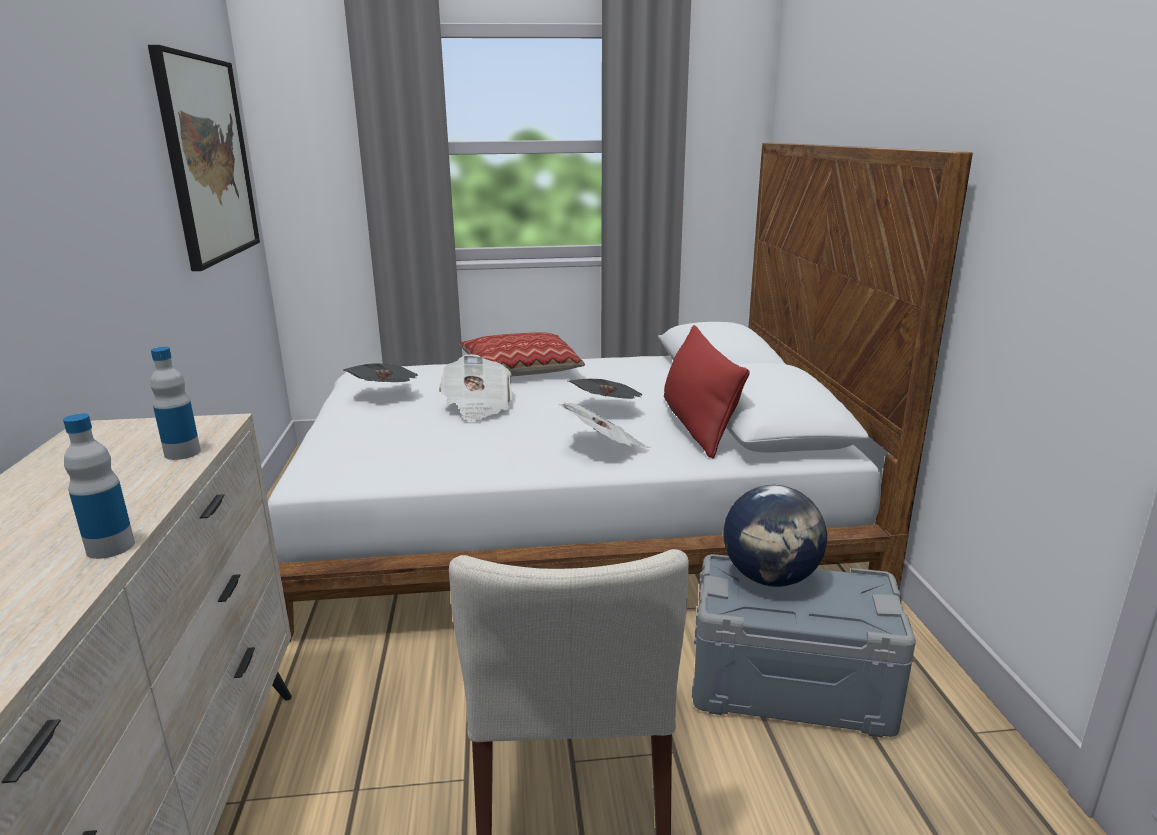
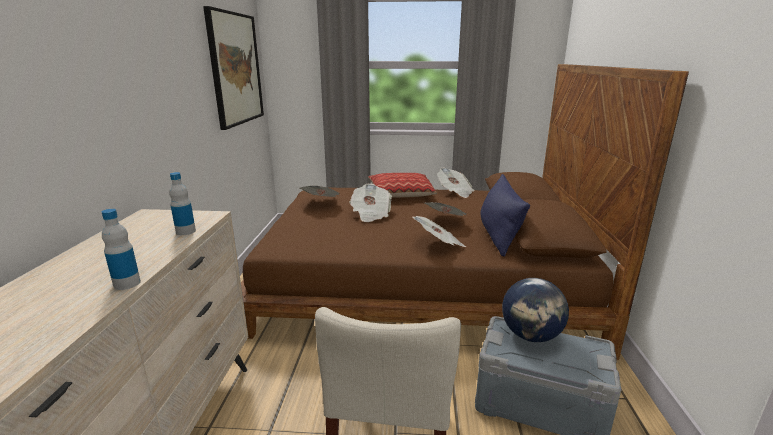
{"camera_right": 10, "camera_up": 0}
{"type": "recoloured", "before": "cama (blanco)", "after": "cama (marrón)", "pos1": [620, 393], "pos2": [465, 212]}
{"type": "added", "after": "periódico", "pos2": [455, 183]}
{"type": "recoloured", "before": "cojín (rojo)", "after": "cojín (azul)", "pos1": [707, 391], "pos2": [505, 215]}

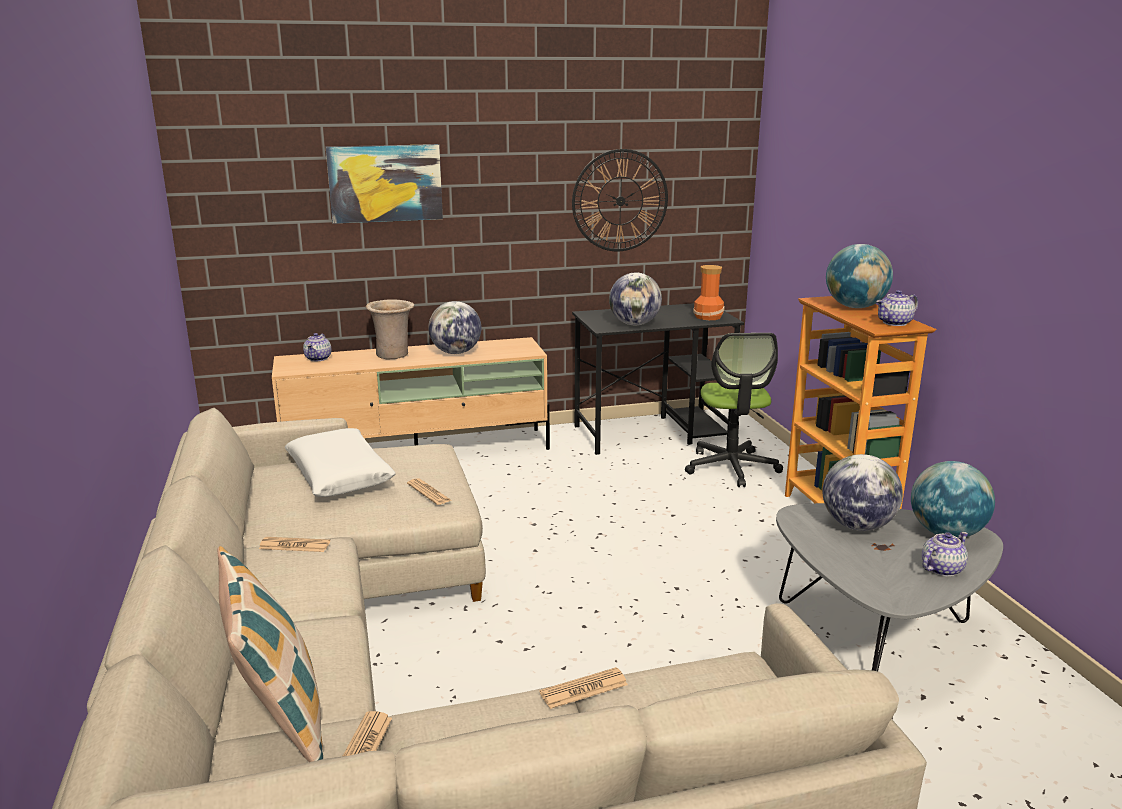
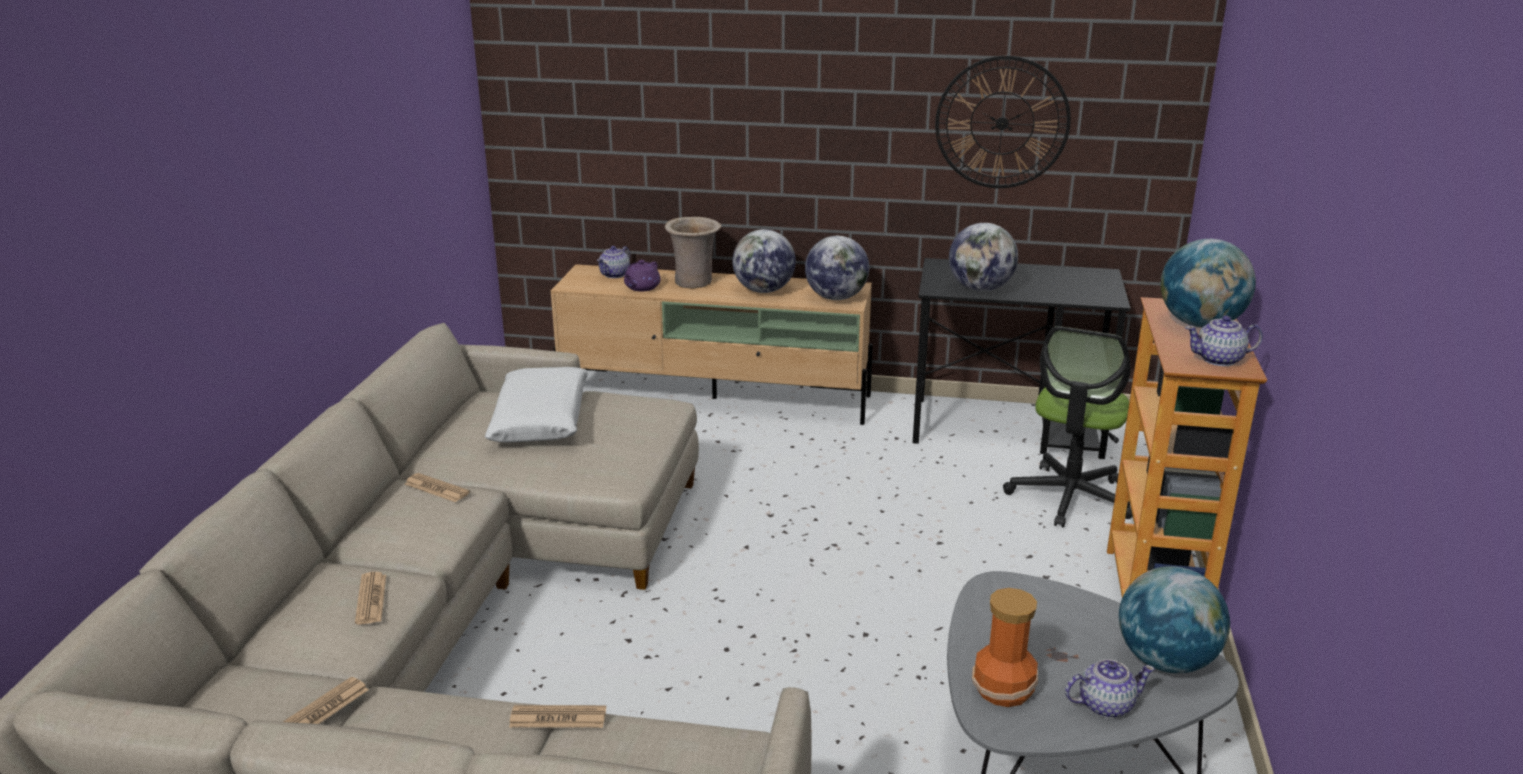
{"camera_right": 25, "camera_up": 5}
{"type": "moved", "before": "periódico", "pos1": [429, 491], "pos2": [370, 598]}
{"type": "added", "after": "tetera (morado)", "pos2": [642, 275]}
{"type": "moved", "before": "globo terráqueo", "pos1": [862, 492], "pos2": [837, 268]}
{"type": "moved", "before": "florero", "pos1": [709, 292], "pos2": [1005, 647]}
{"type": "removed", "before": "cojín", "pos1": [270, 654]}
{"type": "removed", "before": "cuadro", "pos1": [384, 184]}

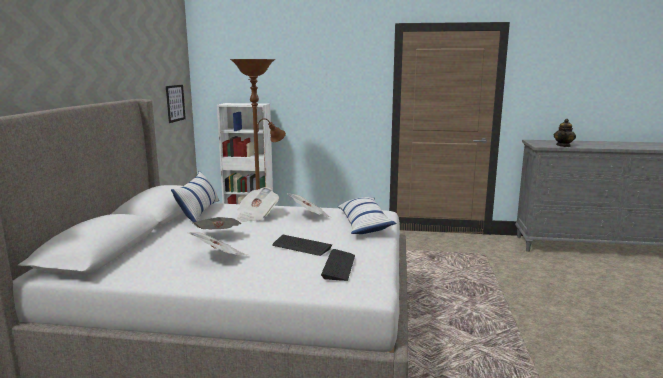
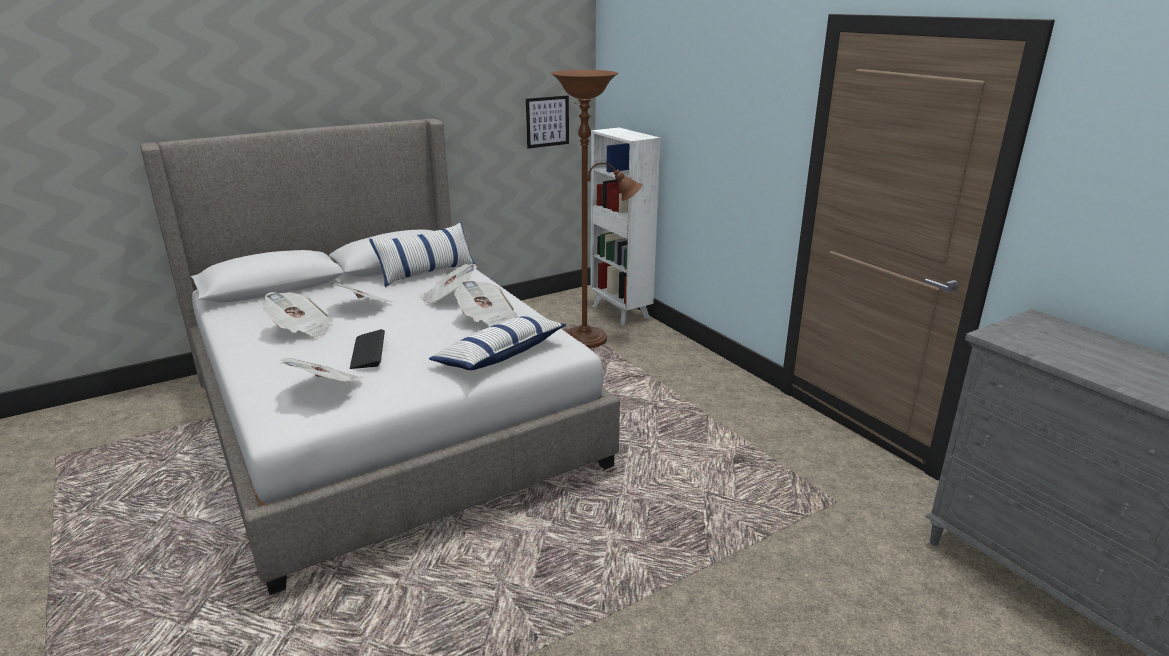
{"camera_right": 50, "camera_up": 10}
{"type": "replaced", "before": "teclado", "after": "periódico", "pos1": [338, 265], "pos2": [321, 370]}
{"type": "removed", "before": "tetera", "pos1": [564, 133]}

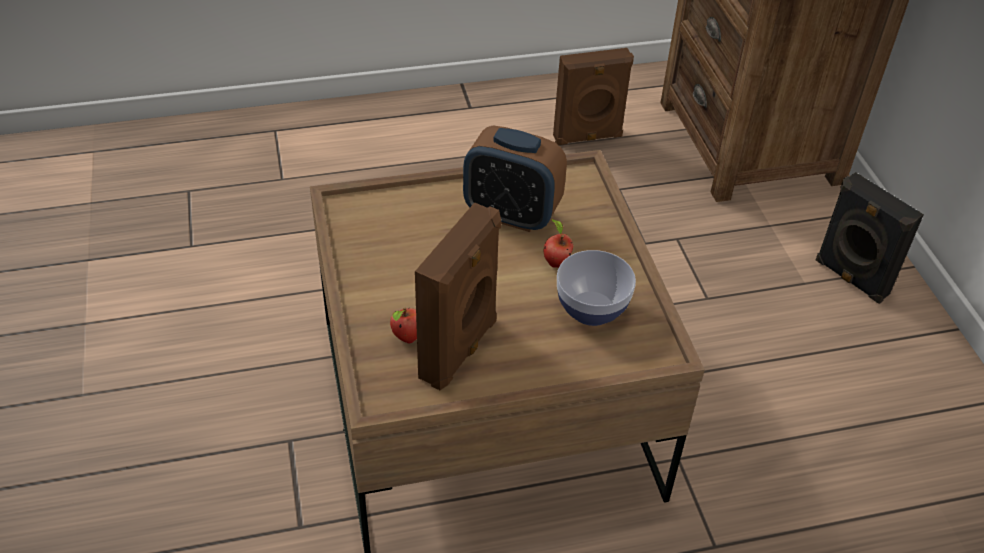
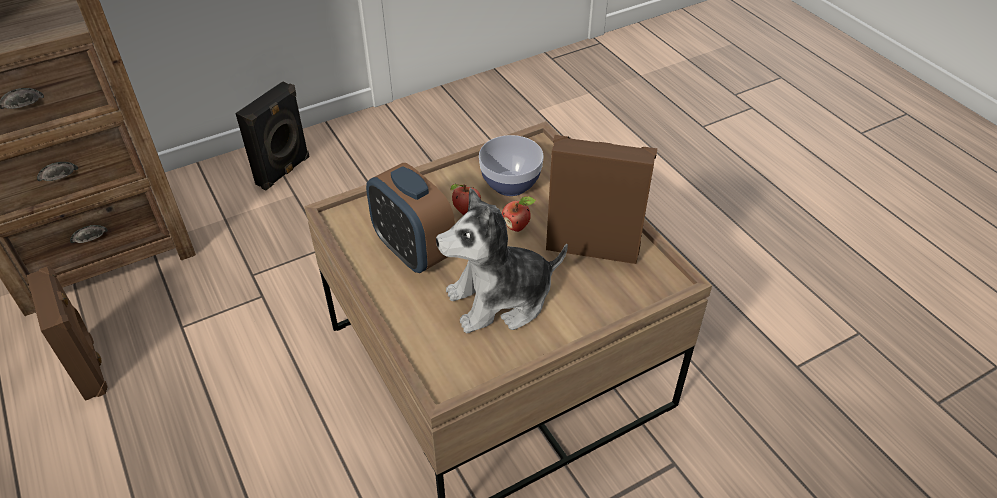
{"camera_right": -105, "camera_up": 0}
{"type": "turned", "before": "despertador", "pos1": [515, 179], "pos2": [410, 218], "turn": 135}
{"type": "added", "after": "peluche", "pos2": [502, 260]}
{"type": "moved", "before": "manzana", "pos1": [403, 326], "pos2": [519, 214]}

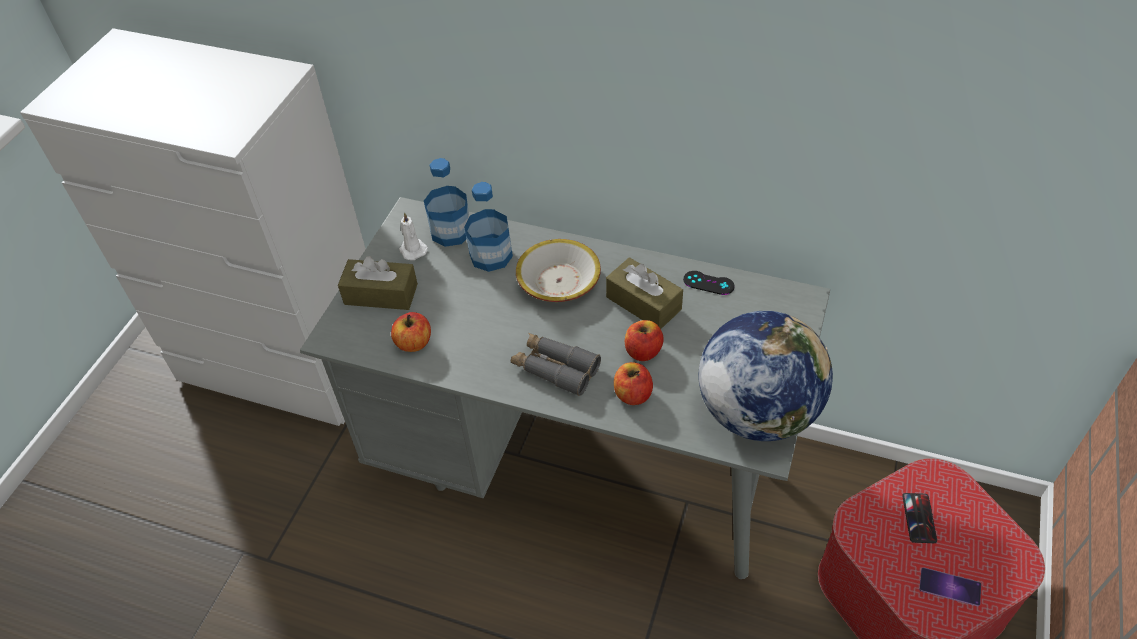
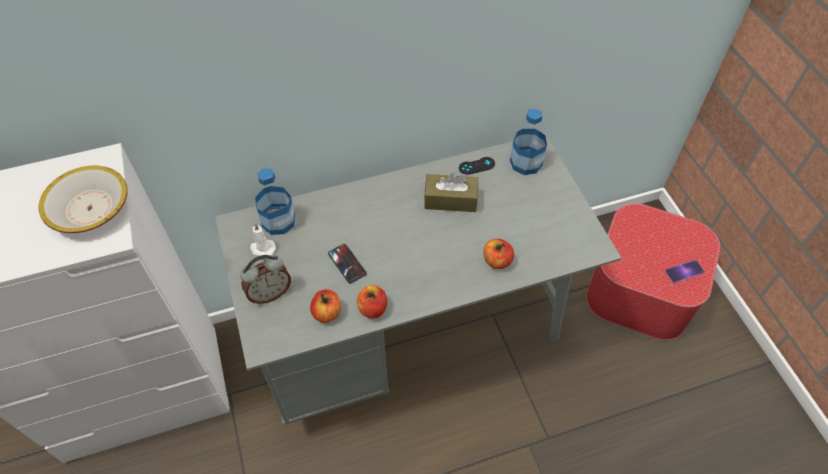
{"camera_right": -40, "camera_up": 5}
{"type": "moved", "before": "cuenco", "pos1": [558, 270], "pos2": [83, 199]}
{"type": "replaced", "before": "caja de pañuelos (marrón)", "after": "despertador", "pos1": [378, 283], "pos2": [265, 279]}
{"type": "moved", "before": "móvil", "pos1": [919, 518], "pos2": [347, 264]}
{"type": "moved", "before": "manzana", "pos1": [644, 340], "pos2": [372, 301]}
{"type": "moved", "before": "botella", "pos1": [488, 227], "pos2": [528, 142]}
{"type": "removed", "before": "prismáticos (gris)", "pos1": [556, 364]}
{"type": "removed", "before": "globo terráqueo", "pos1": [765, 376]}

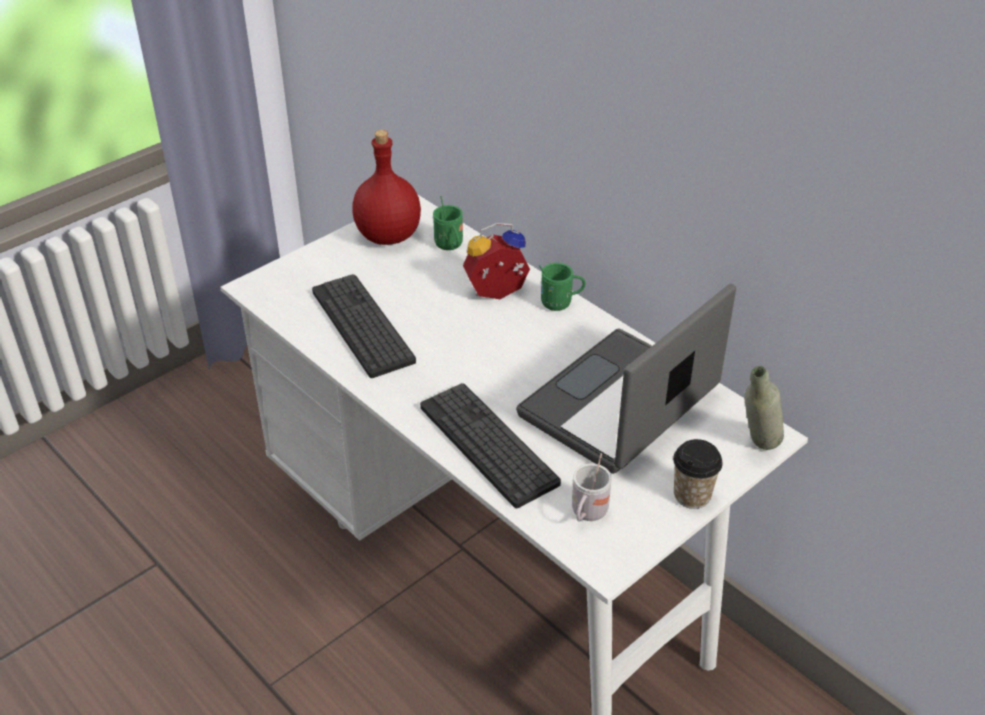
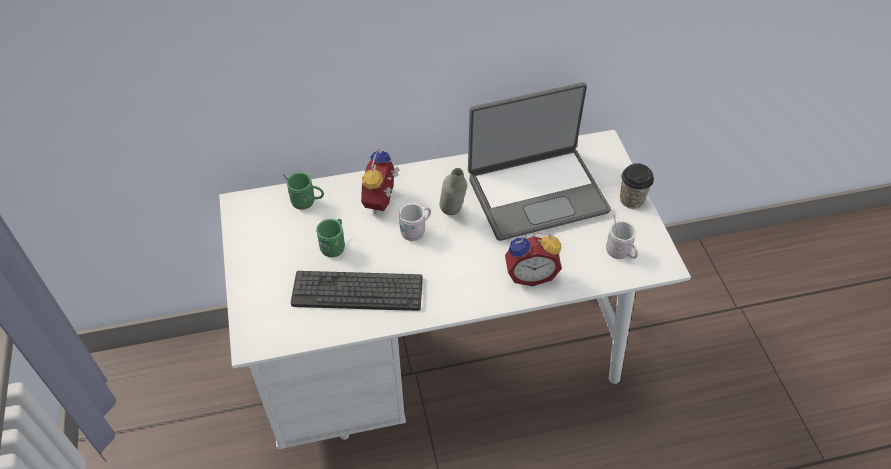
{"camera_right": -60, "camera_up": 10}
{"type": "moved", "before": "taza grande (verde)", "pos1": [562, 287], "pos2": [330, 238]}
{"type": "added", "after": "taza grande (blanco)", "pos2": [415, 222]}
{"type": "moved", "before": "botella (gris)", "pos1": [764, 408], "pos2": [453, 191]}
{"type": "turned", "before": "portátil", "pos1": [626, 379], "pos2": [539, 161], "turn": -90}
{"type": "replaced", "before": "teclado", "after": "despertador", "pos1": [490, 445], "pos2": [533, 259]}
{"type": "removed", "before": "botella (rojo)", "pos1": [386, 187]}

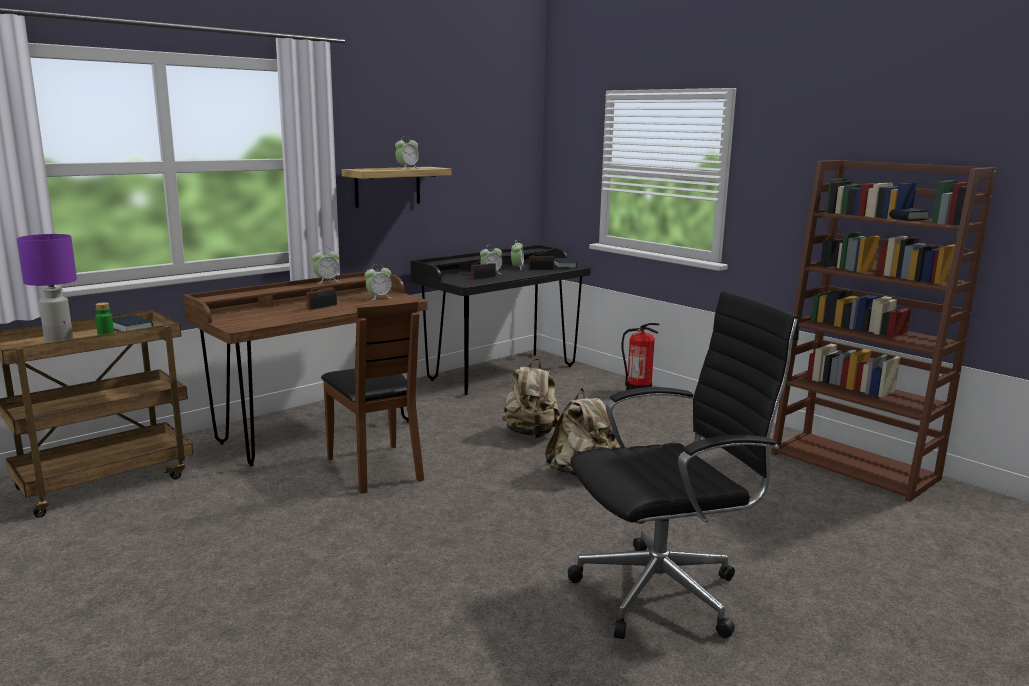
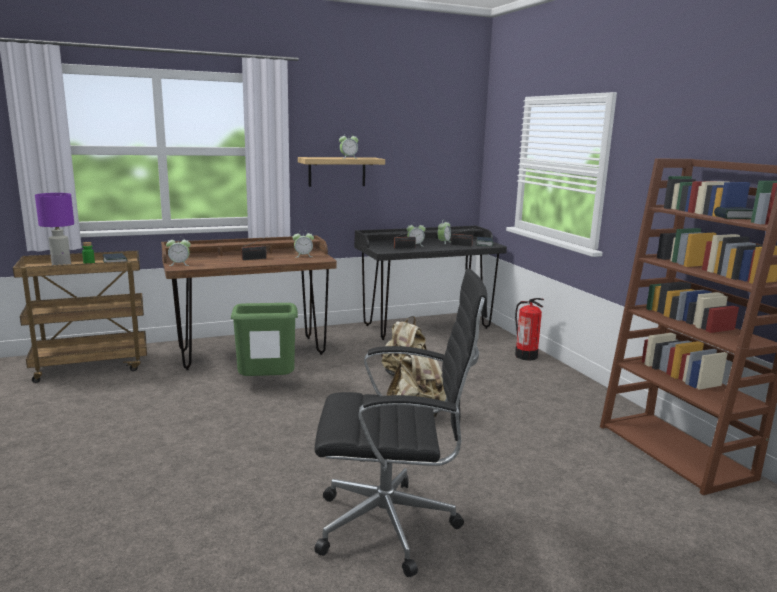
{"camera_right": 20, "camera_up": 0}
{"type": "moved", "before": "despertador", "pos1": [326, 265], "pos2": [178, 252]}
{"type": "replaced", "before": "silla (marrón)", "after": "papelera (verde)", "pos1": [372, 397], "pos2": [264, 339]}

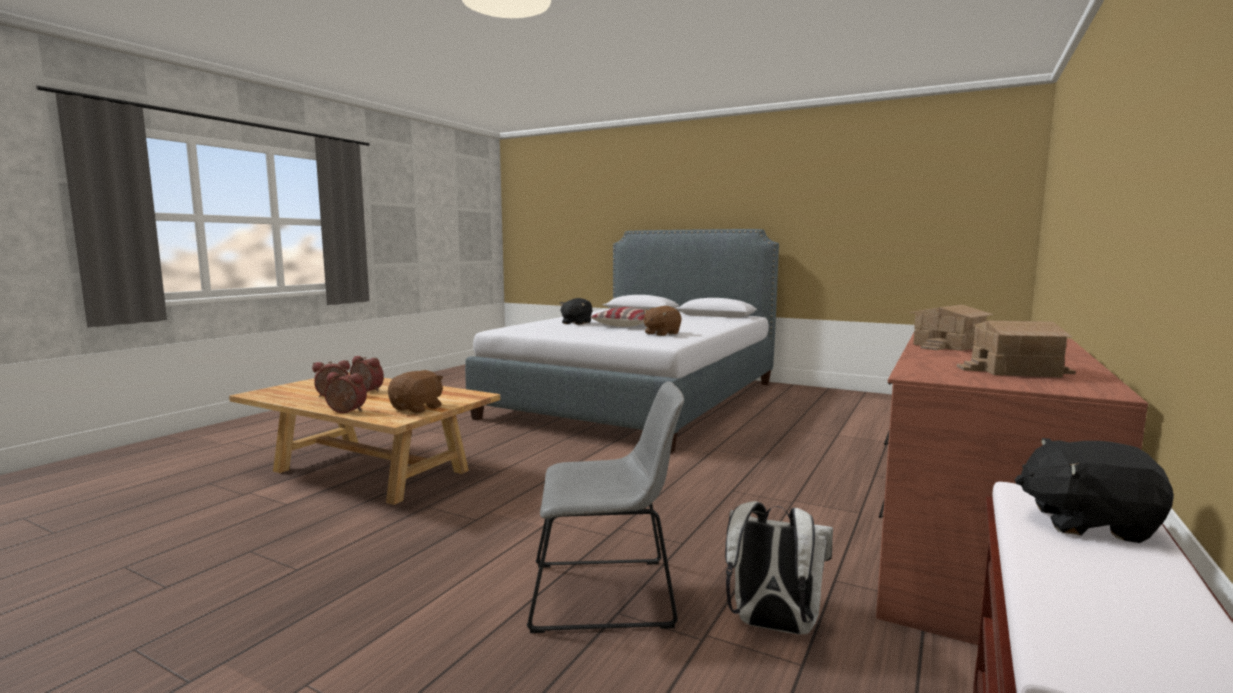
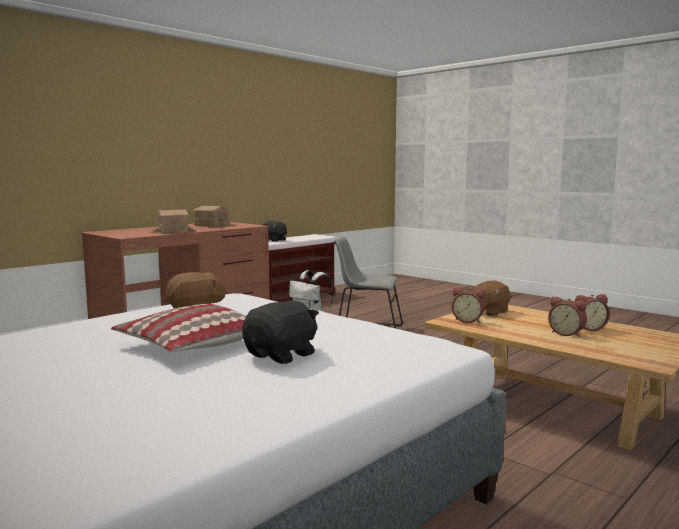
{"camera_right": -165, "camera_up": 0}
{"type": "moved", "before": "despertador", "pos1": [346, 392], "pos2": [468, 305]}

